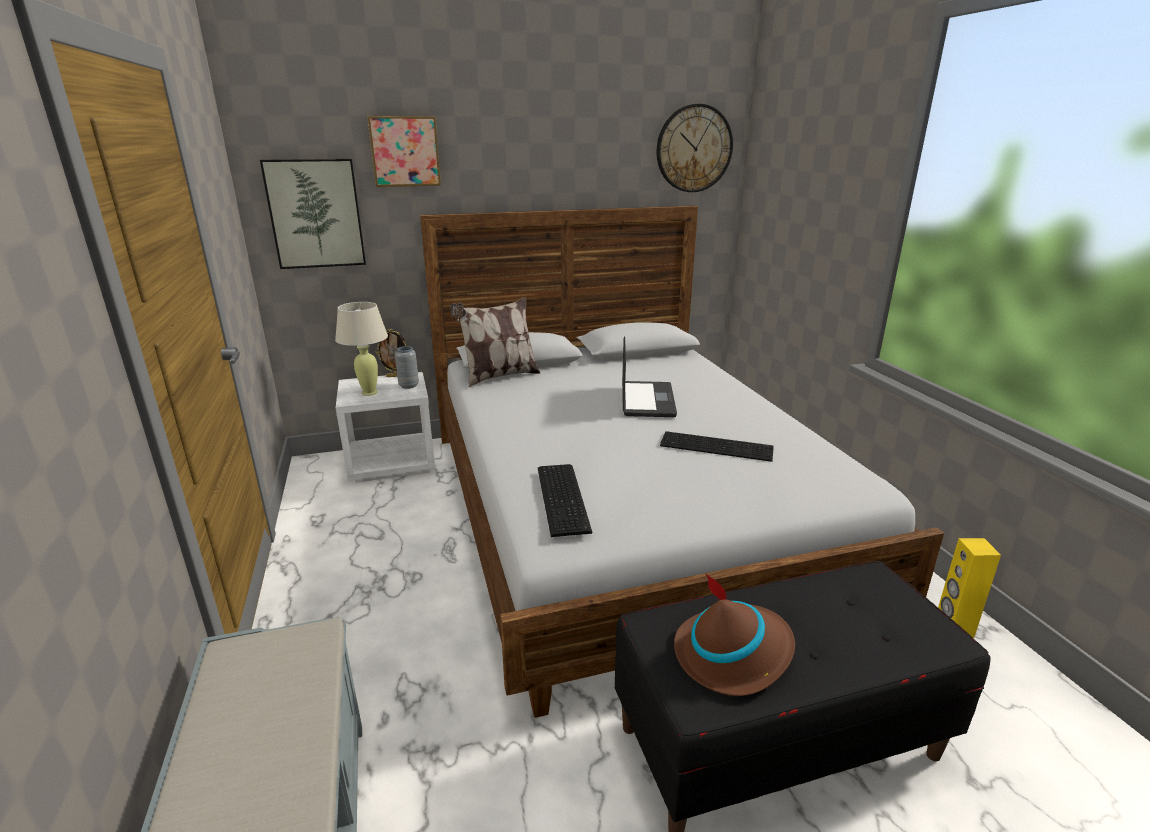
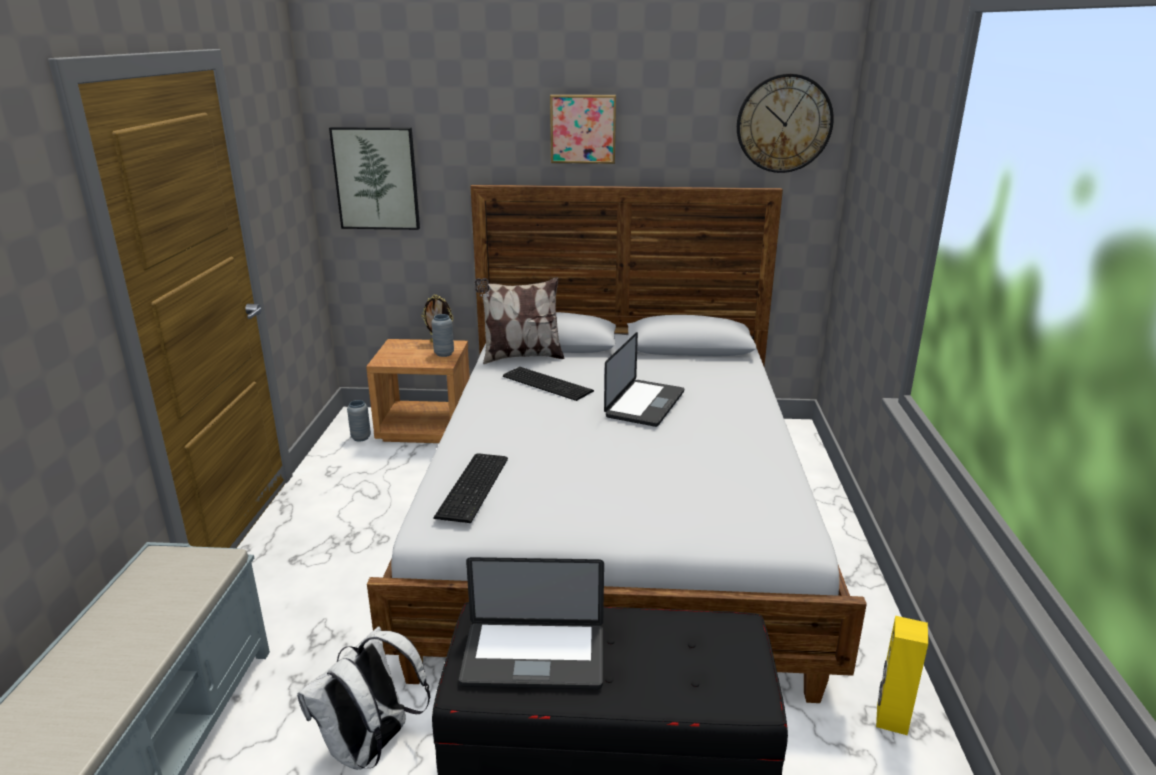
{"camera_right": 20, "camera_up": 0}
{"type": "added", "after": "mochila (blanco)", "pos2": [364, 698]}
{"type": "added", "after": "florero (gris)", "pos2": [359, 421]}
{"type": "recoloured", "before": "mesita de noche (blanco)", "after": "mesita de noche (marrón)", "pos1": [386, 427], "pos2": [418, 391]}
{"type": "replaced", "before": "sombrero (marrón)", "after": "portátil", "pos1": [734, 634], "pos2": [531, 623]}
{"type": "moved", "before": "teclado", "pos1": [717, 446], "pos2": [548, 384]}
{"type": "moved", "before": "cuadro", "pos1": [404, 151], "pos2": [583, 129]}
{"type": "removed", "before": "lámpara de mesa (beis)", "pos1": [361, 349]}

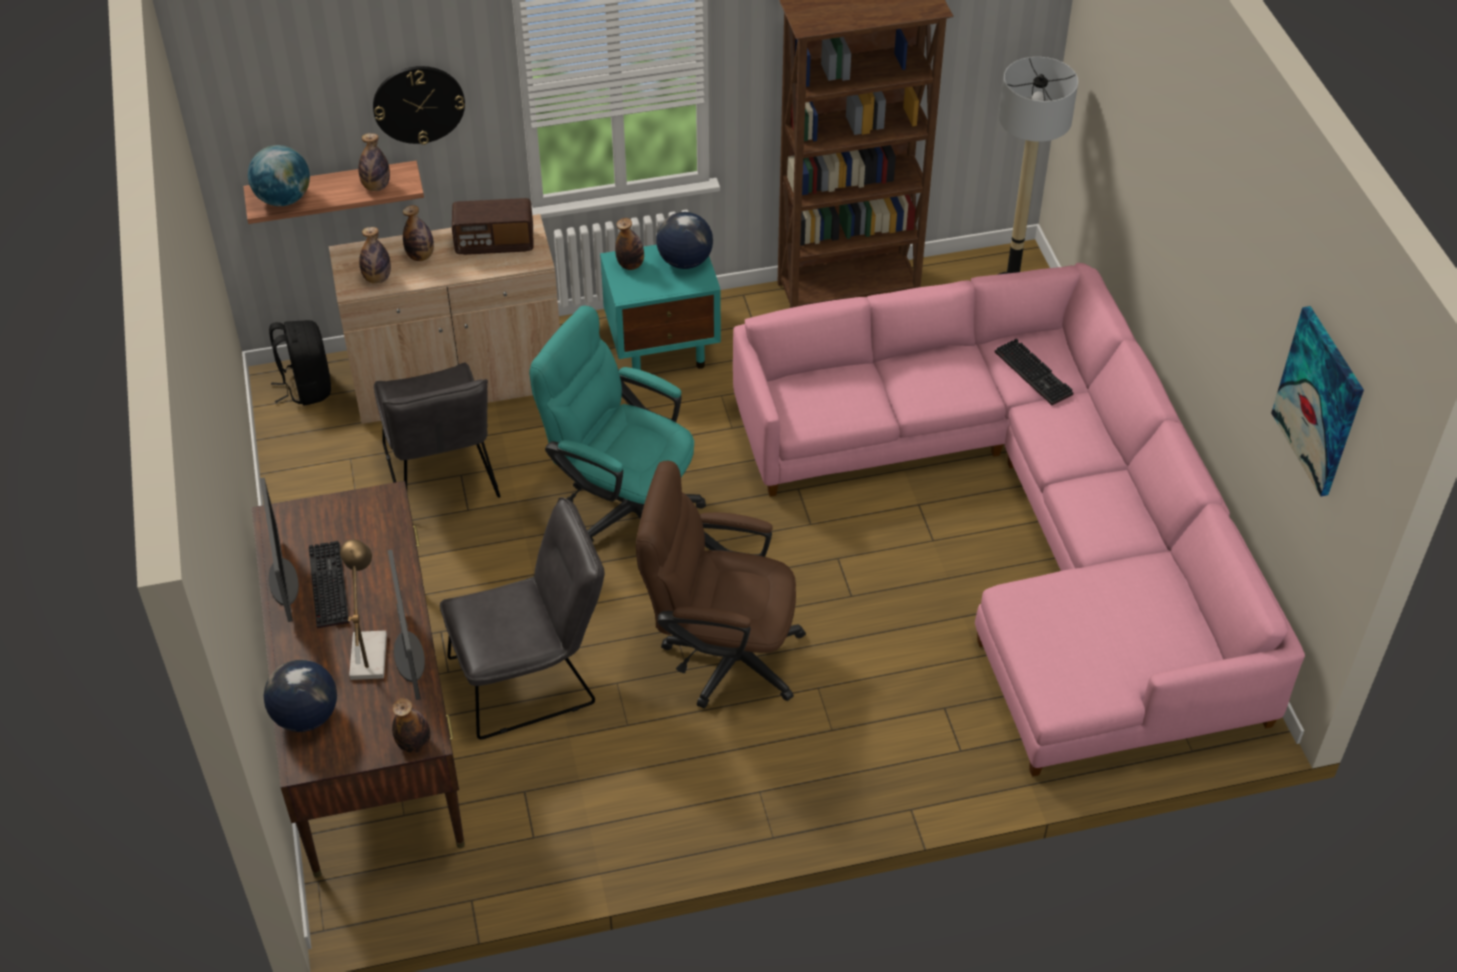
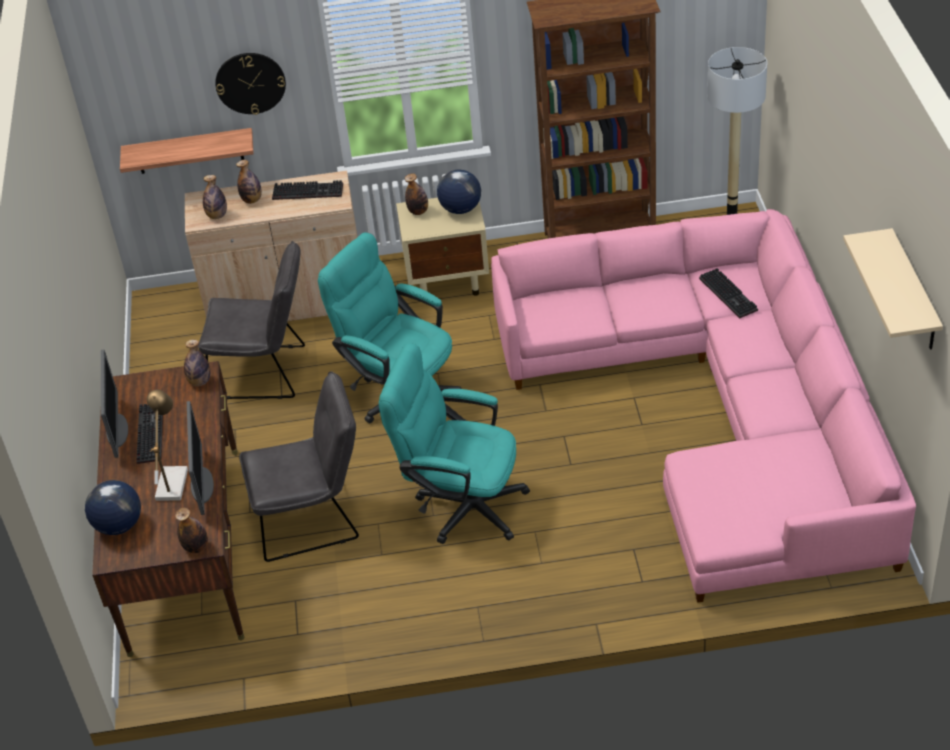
{"camera_right": 10, "camera_up": -5}
{"type": "moved", "before": "botella", "pos1": [374, 162], "pos2": [197, 363]}
{"type": "turned", "before": "silla (gris)", "pos1": [437, 430], "pos2": [251, 320], "turn": -75}
{"type": "replaced", "before": "radio", "after": "teclado", "pos1": [493, 226], "pos2": [307, 190]}
{"type": "recoloured", "before": "silla de oficina (marrón)", "after": "silla de oficina (turquesa)", "pos1": [721, 585], "pos2": [454, 443]}
{"type": "recoloured", "before": "mesita de noche (turquesa)", "after": "mesita de noche (beis)", "pos1": [660, 307], "pos2": [442, 247]}
{"type": "replaced", "before": "cuadro", "after": "estante (beis)", "pos1": [1317, 401], "pos2": [893, 289]}
{"type": "removed", "before": "globo terráqueo", "pos1": [279, 175]}
{"type": "removed", "before": "mochila (negro)", "pos1": [300, 362]}

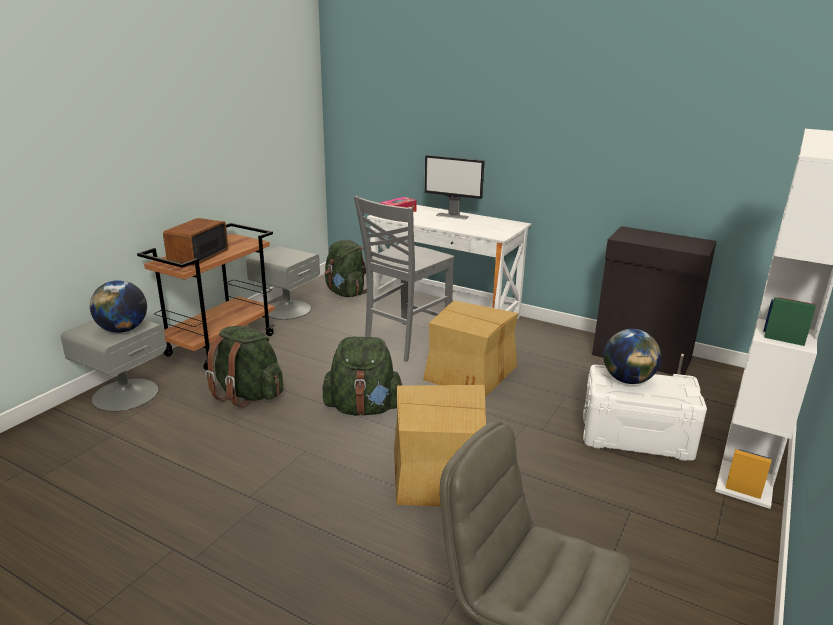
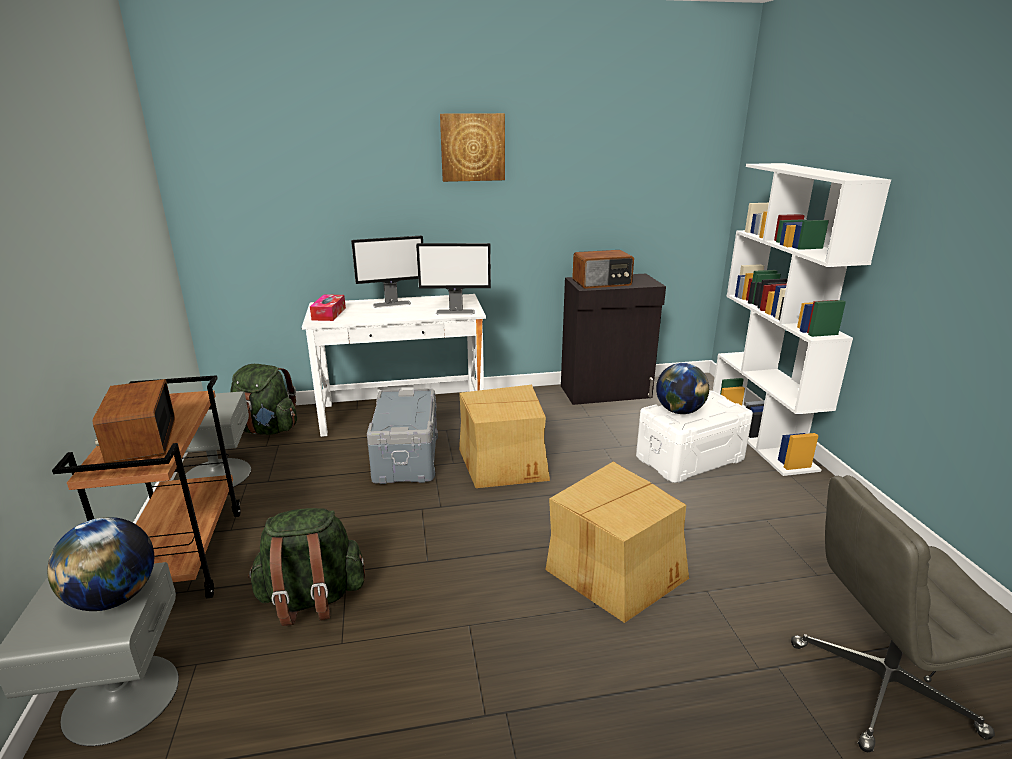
{"camera_right": -40, "camera_up": 0}
{"type": "replaced", "before": "silla (gris)", "after": "caja de almacenaje (gris)", "pos1": [404, 279], "pos2": [402, 436]}
{"type": "added", "after": "monitor", "pos2": [453, 279]}
{"type": "added", "after": "cuadro", "pos2": [472, 147]}
{"type": "added", "after": "radio", "pos2": [603, 269]}
{"type": "removed", "before": "mochila (verde)", "pos1": [362, 376]}

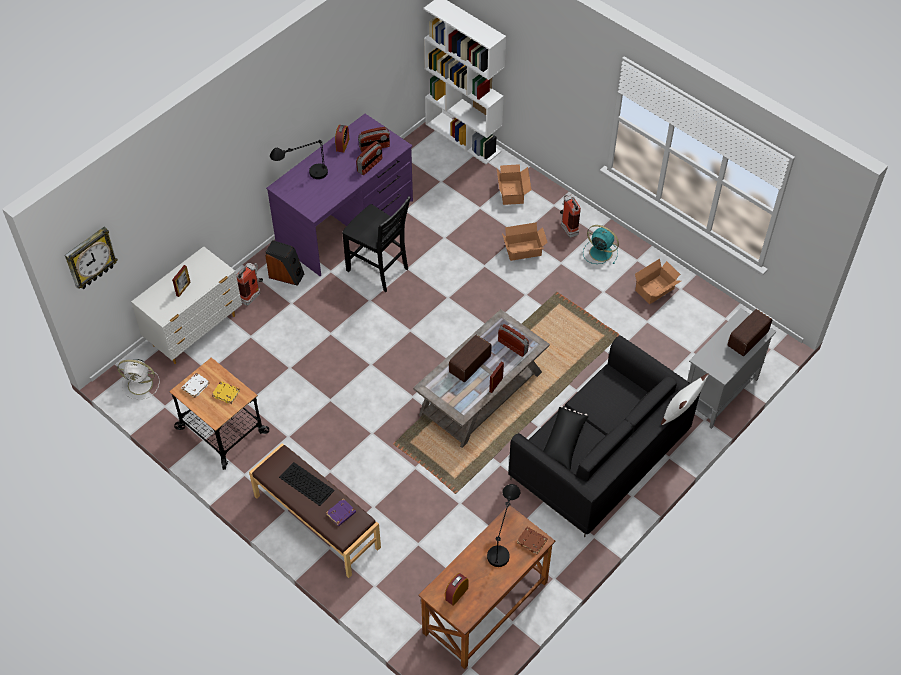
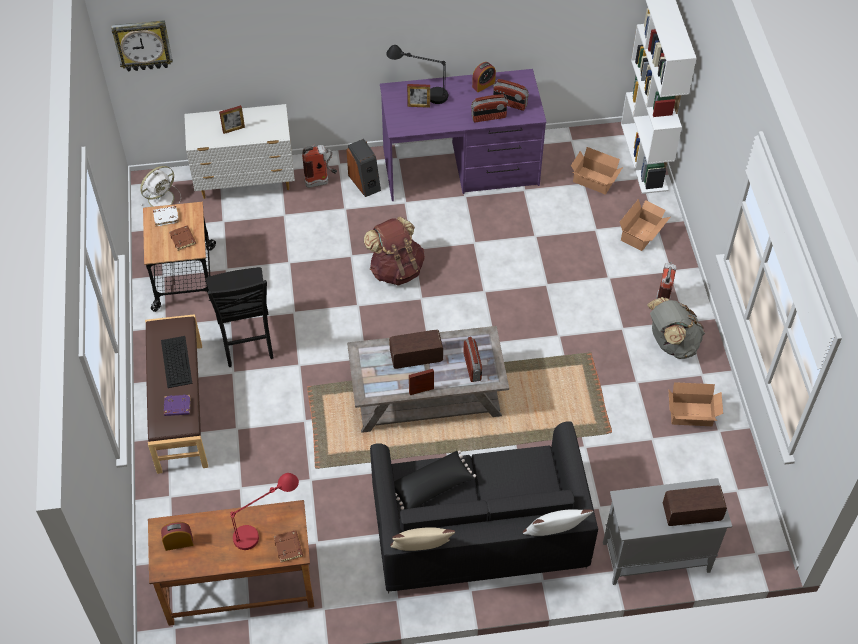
{"camera_right": 40, "camera_up": 0}
{"type": "turned", "before": "ventilador (blanco)", "pos1": [138, 379], "pos2": [160, 187], "turn": -90}
{"type": "recoloured", "before": "libro (amarillo)", "after": "libro (marrón)", "pos1": [226, 392], "pos2": [182, 238]}
{"type": "moved", "before": "silla (negro)", "pos1": [376, 244], "pos2": [240, 317]}
{"type": "recoloured", "before": "lámpara de mesa (negro)", "after": "lámpara de mesa (rojo)", "pos1": [503, 525], "pos2": [264, 511]}
{"type": "added", "after": "mochila (marrón)", "pos2": [394, 251]}
{"type": "added", "after": "cojín (beis)", "pos2": [422, 539]}
{"type": "added", "after": "portarretratos", "pos2": [418, 96]}
{"type": "moved", "before": "caja de cartón", "pos1": [525, 241], "pos2": [597, 171]}
{"type": "replaced", "before": "ventilador (turquesa)", "after": "mochila (gris)", "pos1": [601, 244], "pos2": [676, 328]}

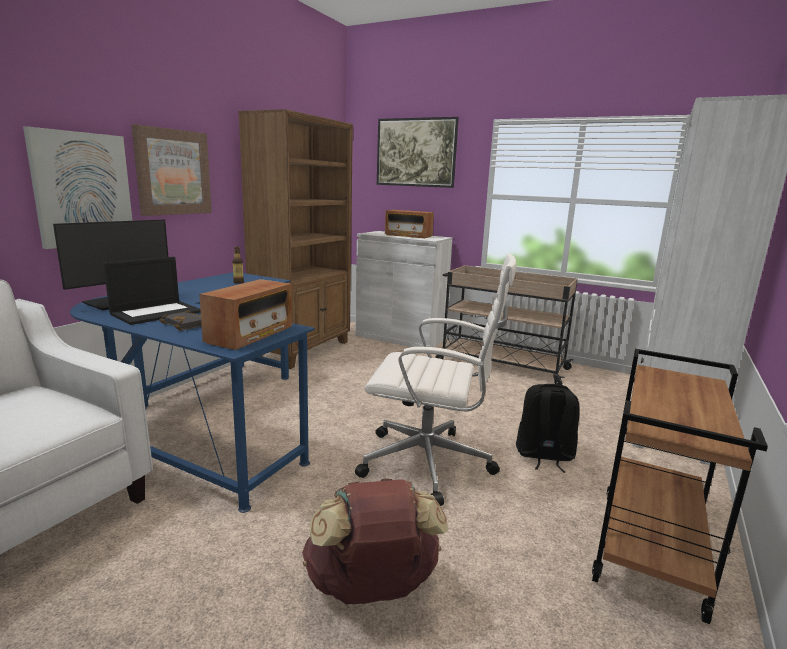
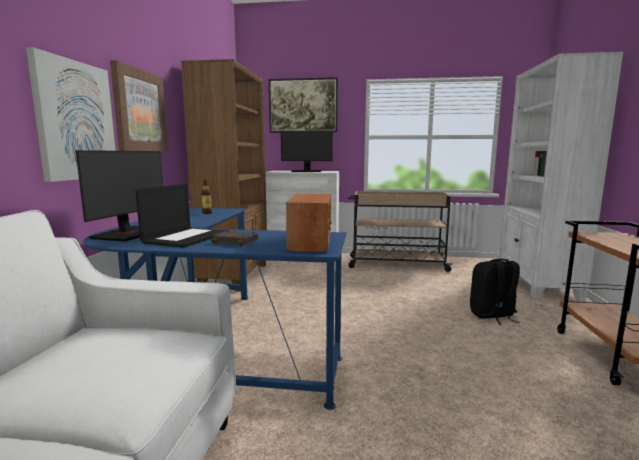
{"camera_right": -20, "camera_up": -5}
{"type": "replaced", "before": "radio", "after": "monitor", "pos1": [409, 224], "pos2": [307, 151]}
{"type": "removed", "before": "mochila (marrón)", "pos1": [375, 541]}
{"type": "removed", "before": "silla de oficina (blanco)", "pos1": [435, 379]}

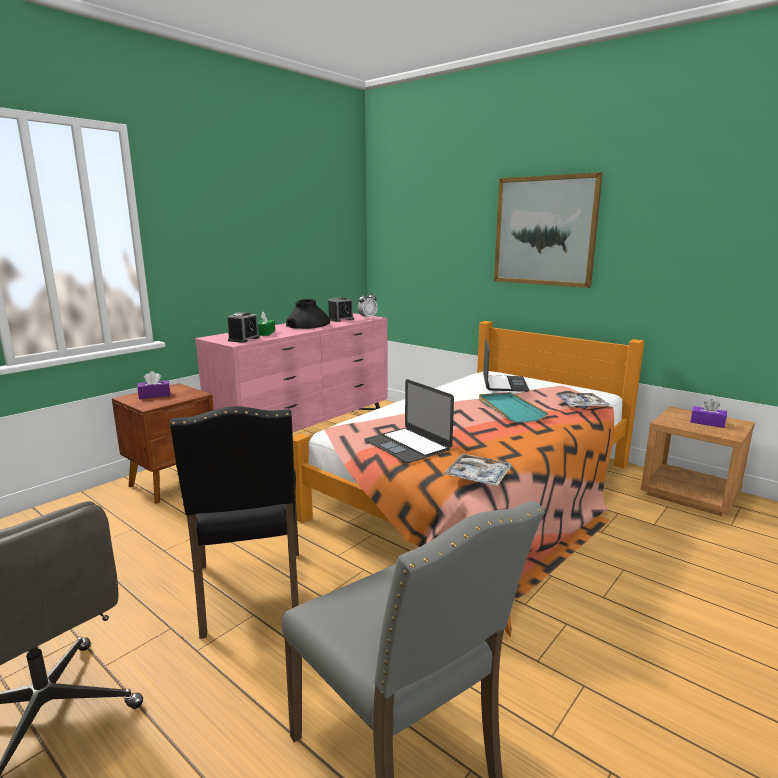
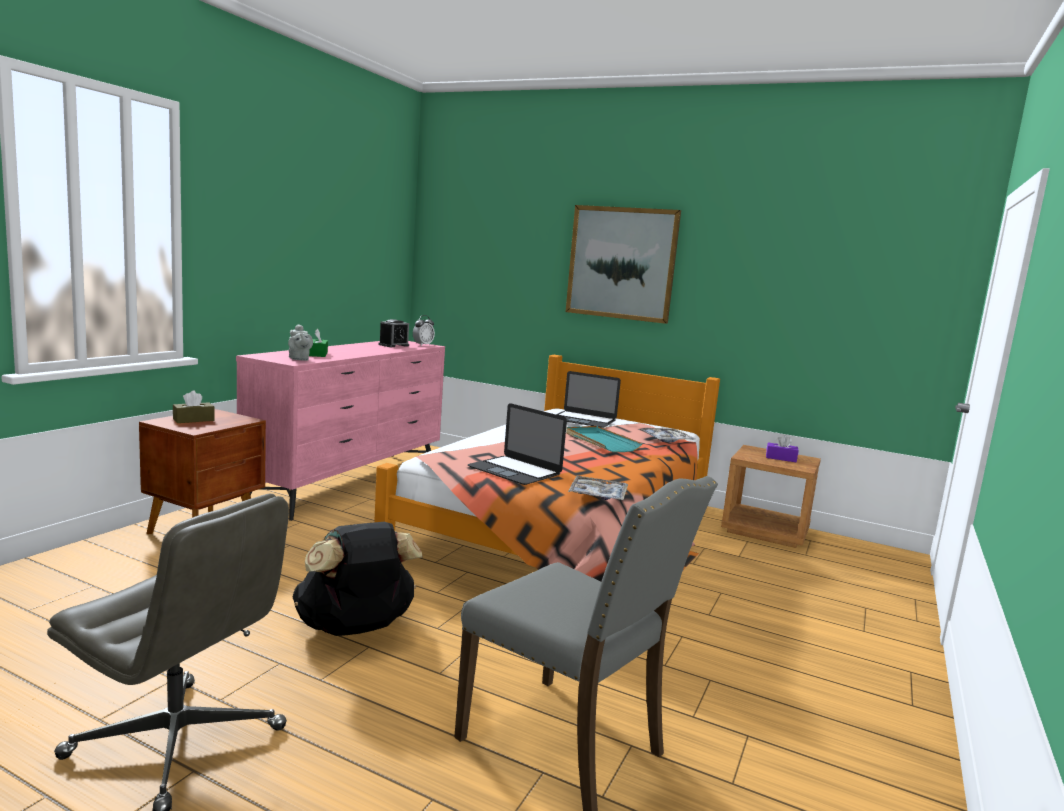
{"camera_right": -15, "camera_up": -5}
{"type": "recoloured", "before": "caja de pañuelos (morado)", "after": "caja de pañuelos (marrón)", "pos1": [154, 385], "pos2": [194, 407]}
{"type": "replaced", "before": "despertador", "after": "tetera (gris)", "pos1": [243, 327], "pos2": [300, 343]}
{"type": "replaced", "before": "silla (negro)", "after": "mochila (negro)", "pos1": [234, 522], "pos2": [357, 579]}
{"type": "turned", "before": "portátil", "pos1": [506, 365], "pos2": [588, 399], "turn": 120}
{"type": "removed", "before": "florero (negro)", "pos1": [308, 314]}

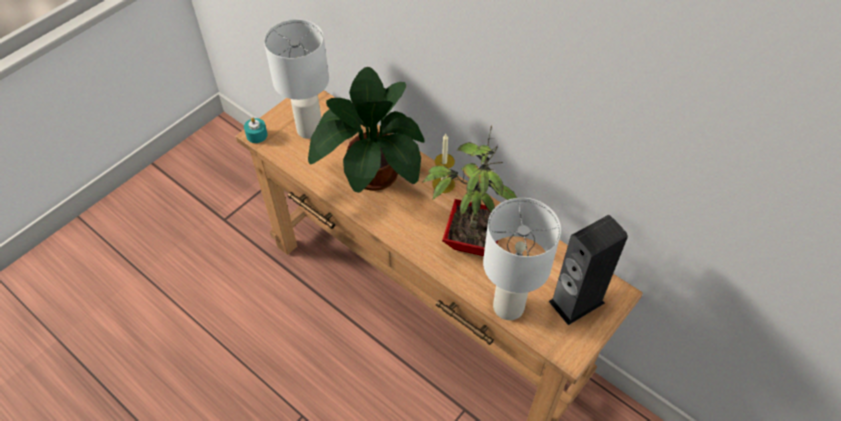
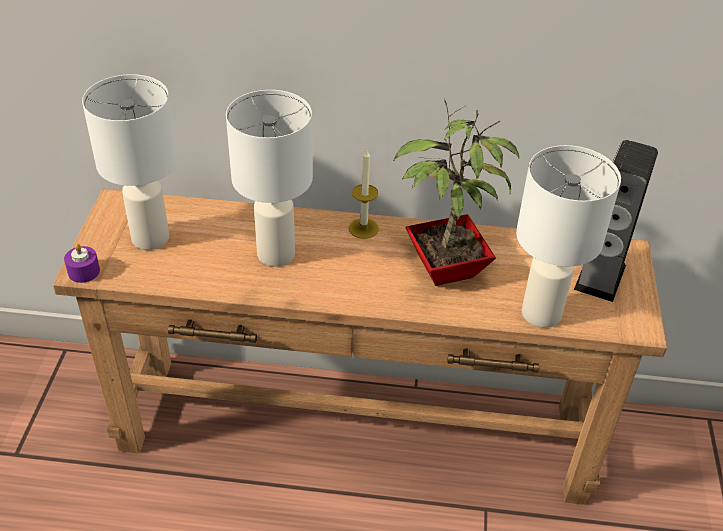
{"camera_right": -35, "camera_up": -10}
{"type": "recoloured", "before": "vela (turquesa)", "after": "vela (morado)", "pos1": [256, 130], "pos2": [82, 263]}
{"type": "replaced", "before": "planta en maceta", "after": "lámpara de mesa (blanco)", "pos1": [366, 130], "pos2": [269, 178]}

